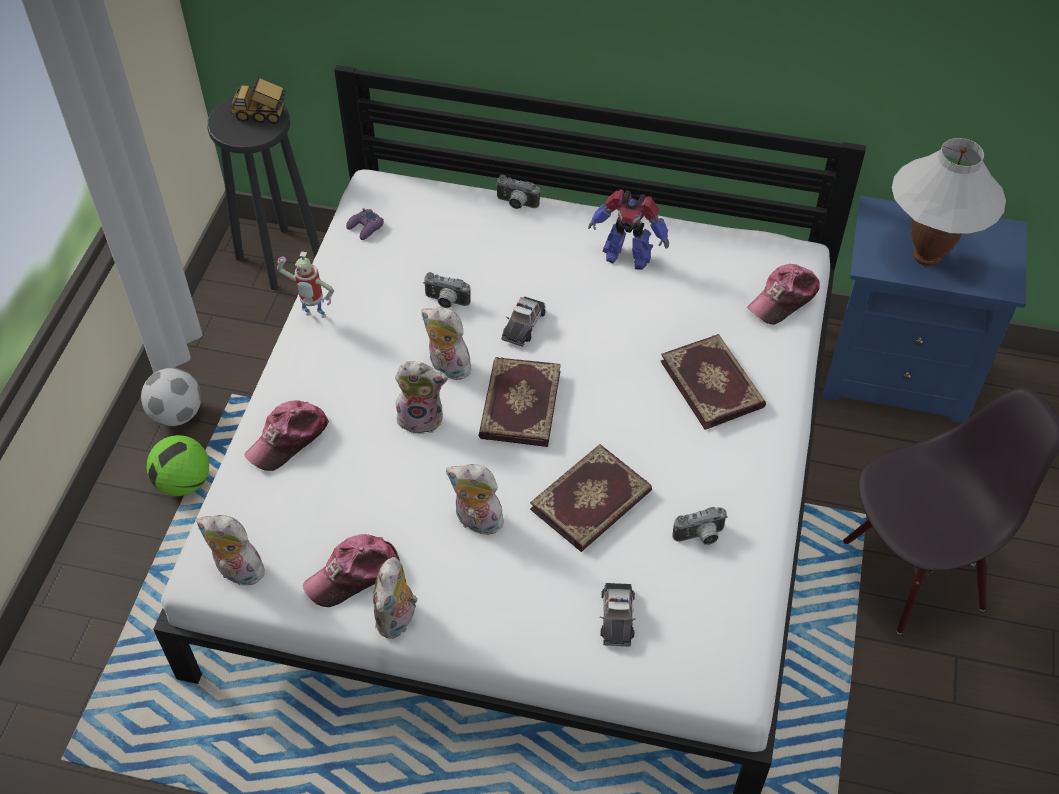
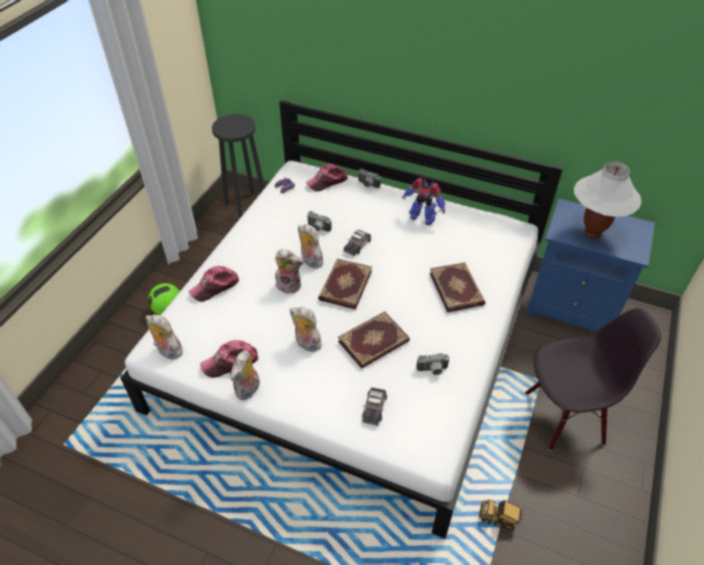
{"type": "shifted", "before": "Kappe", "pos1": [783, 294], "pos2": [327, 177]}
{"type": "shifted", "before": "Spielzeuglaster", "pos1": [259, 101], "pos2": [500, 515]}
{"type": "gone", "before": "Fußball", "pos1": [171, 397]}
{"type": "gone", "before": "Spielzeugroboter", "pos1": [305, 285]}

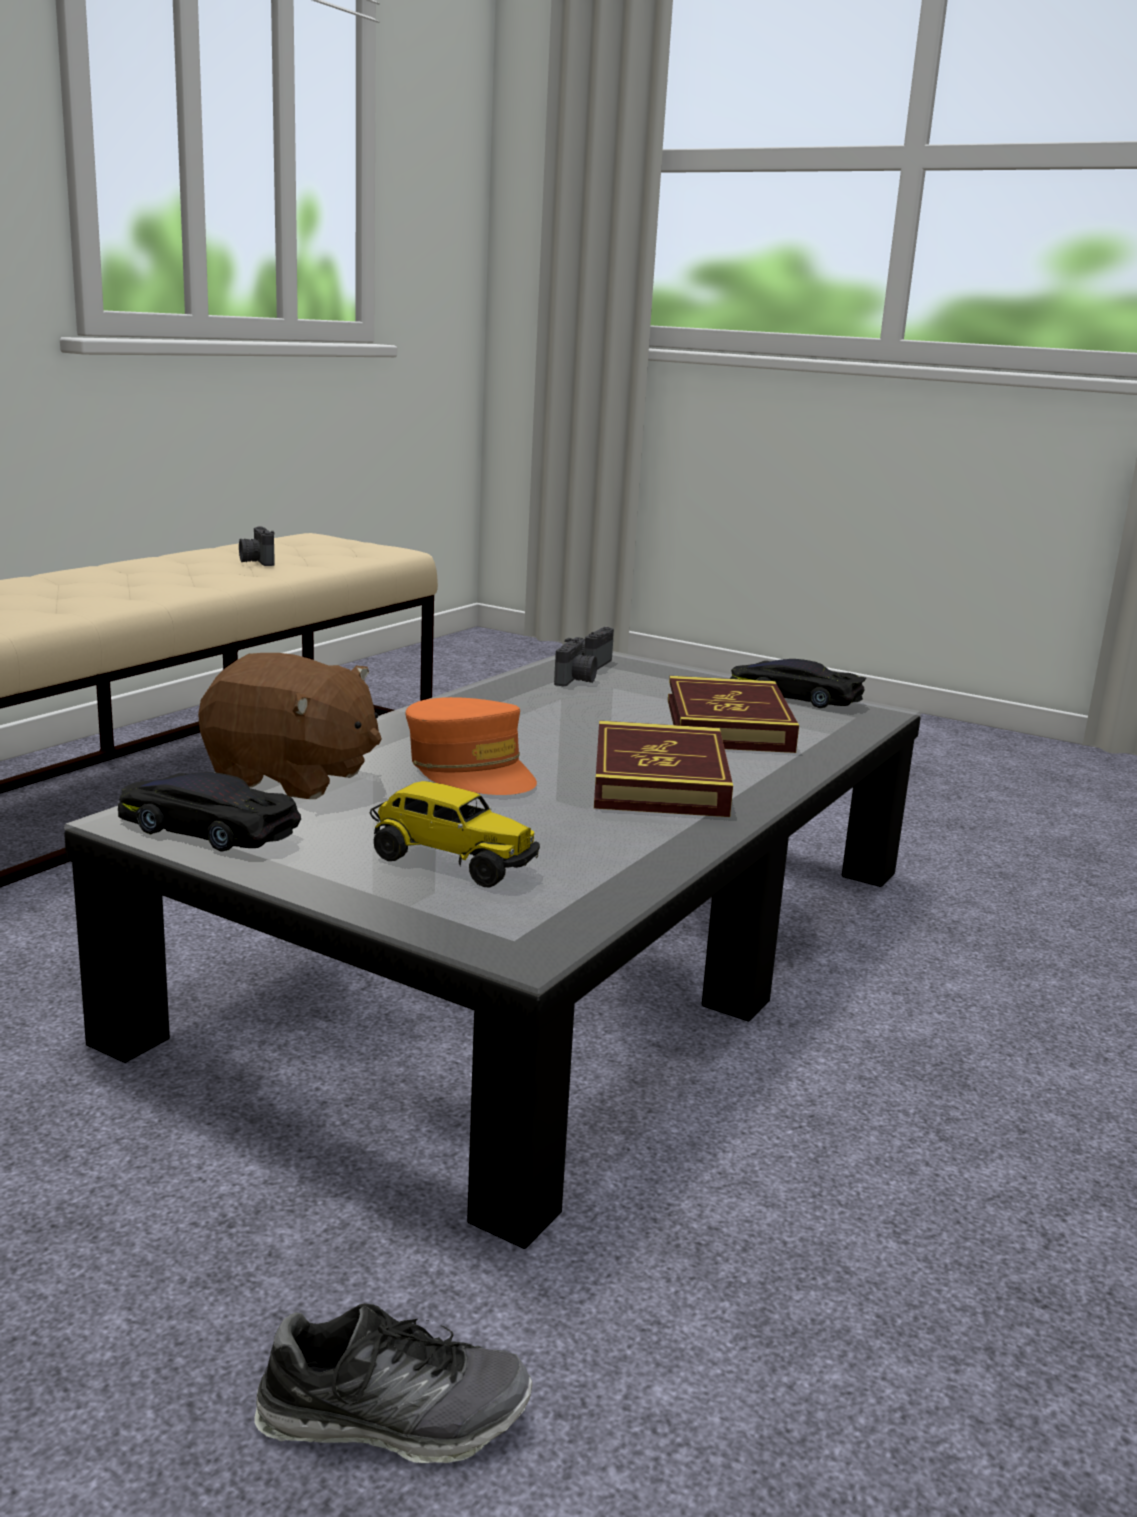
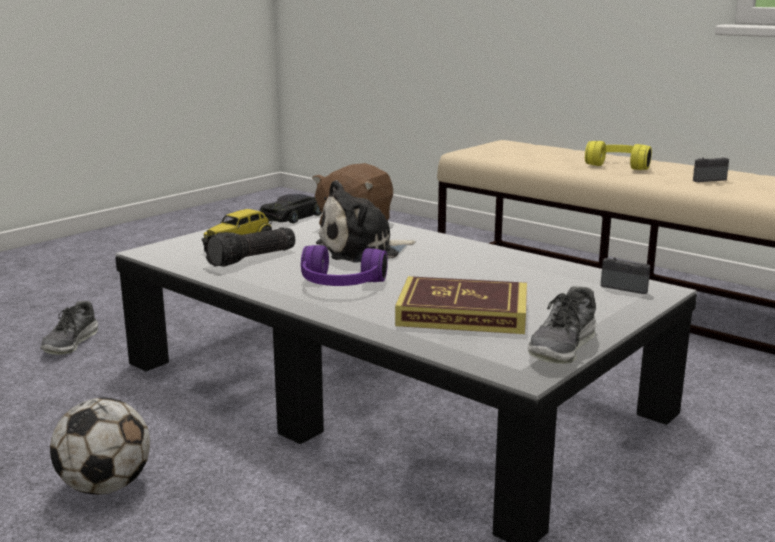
{"type": "new", "after": "Fußball", "pos2": [100, 446]}
{"type": "new", "after": "Taschenlampe", "pos2": [249, 247]}
{"type": "swapped", "before": "Buch", "after": "Kopfhörer [lila]", "pos1": [663, 769], "pos2": [344, 265]}
{"type": "swapped", "before": "Kappe [orange]", "after": "Plüschtier", "pos1": [471, 746], "pos2": [366, 221]}
{"type": "swapped", "before": "Spielzeugauto [schwarz]", "after": "Schuh", "pos1": [798, 683], "pos2": [562, 325]}
{"type": "new", "after": "Kopfhörer [gelb]", "pos2": [618, 155]}
{"type": "gone", "before": "Kamera", "pos1": [575, 662]}

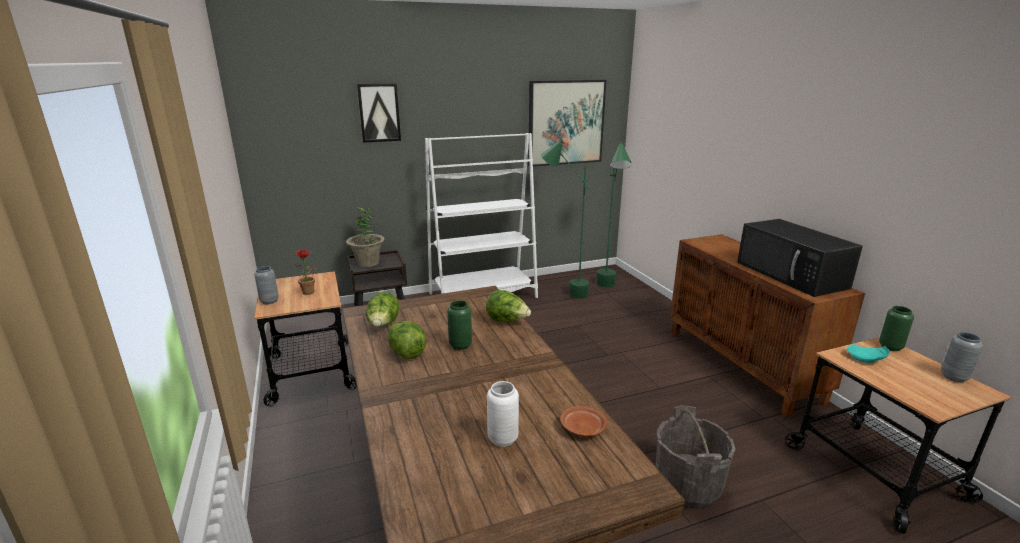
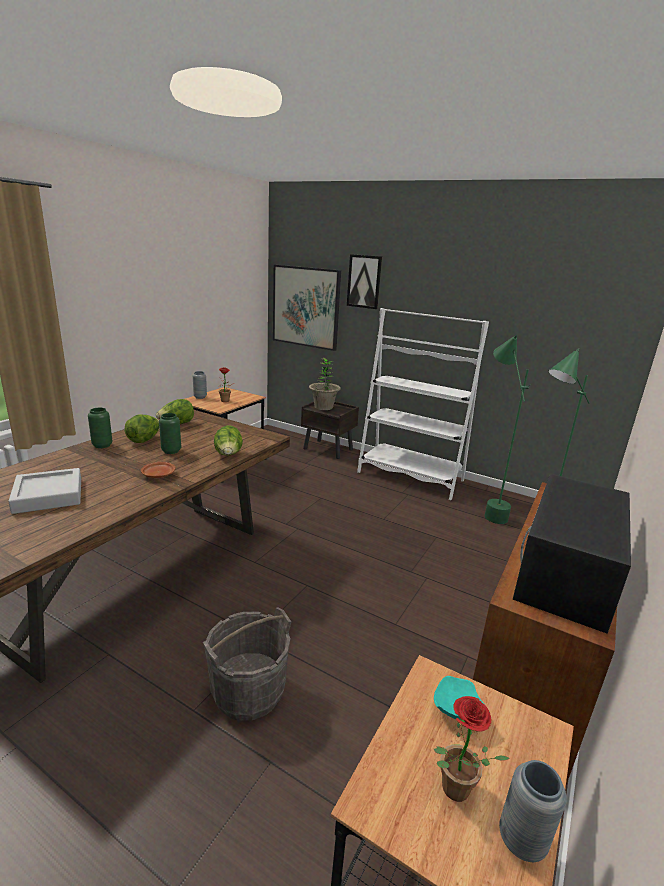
{"type": "swapped", "before": "Vase [weiß]", "after": "Tablett [grau]", "pos1": [503, 414], "pos2": [44, 491]}
{"type": "shifted", "before": "Vase [grün]", "pos1": [896, 328], "pos2": [100, 428]}
{"type": "shifted", "before": "Teller [braun]", "pos1": [583, 421], "pos2": [158, 470]}
{"type": "shifted", "before": "Bild", "pos1": [567, 123], "pos2": [307, 308]}
{"type": "new", "after": "Topfpflanze", "pos2": [472, 749]}

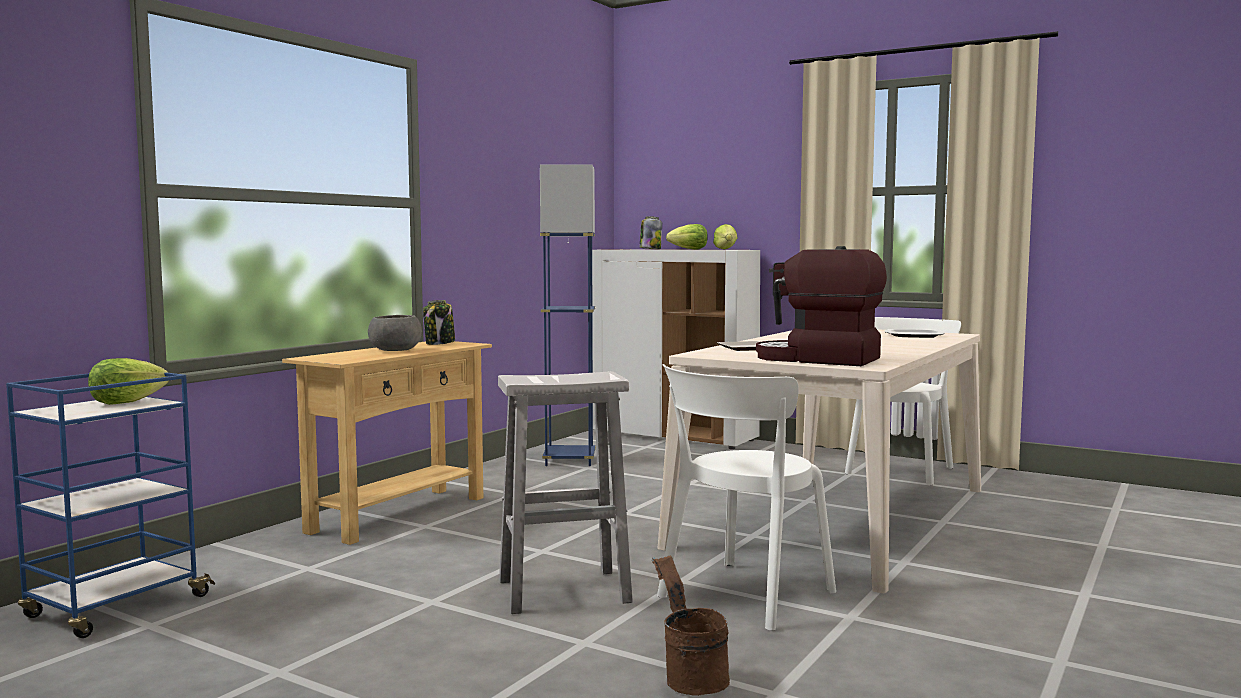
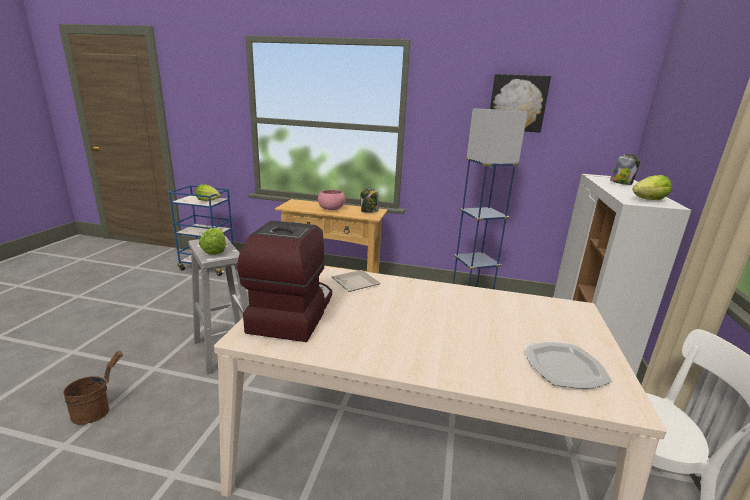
{"type": "shifted", "before": "Salatkopf", "pos1": [687, 237], "pos2": [212, 241]}
{"type": "repainted", "before": "Schüssel [grau]", "after": "Schüssel [rosa]", "pos1": [395, 333], "pos2": [331, 200]}
{"type": "new", "after": "Bild", "pos2": [520, 103]}
{"type": "gone", "before": "Stuhl [weiß]", "pos1": [746, 497]}

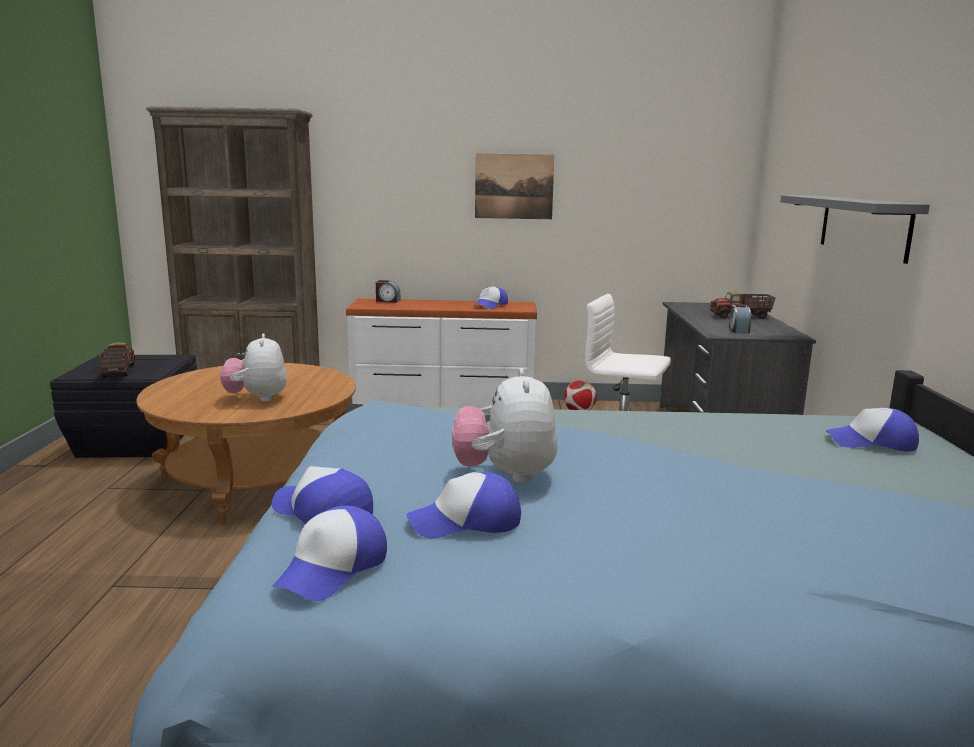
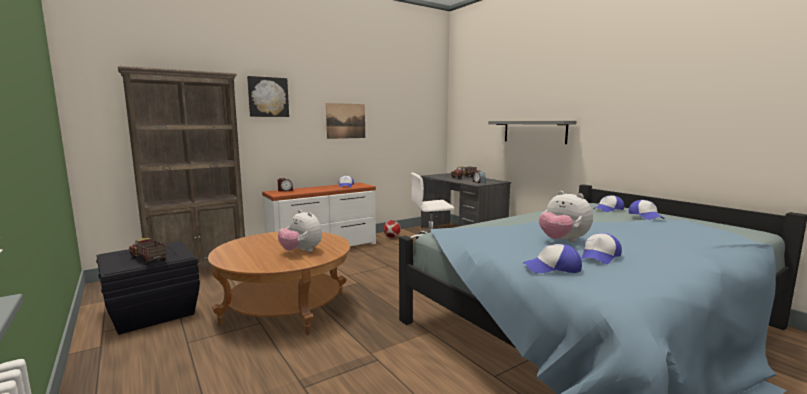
{"type": "new", "after": "Bild", "pos2": [268, 96]}
{"type": "shifted", "before": "Kappe", "pos1": [329, 553], "pos2": [647, 210]}

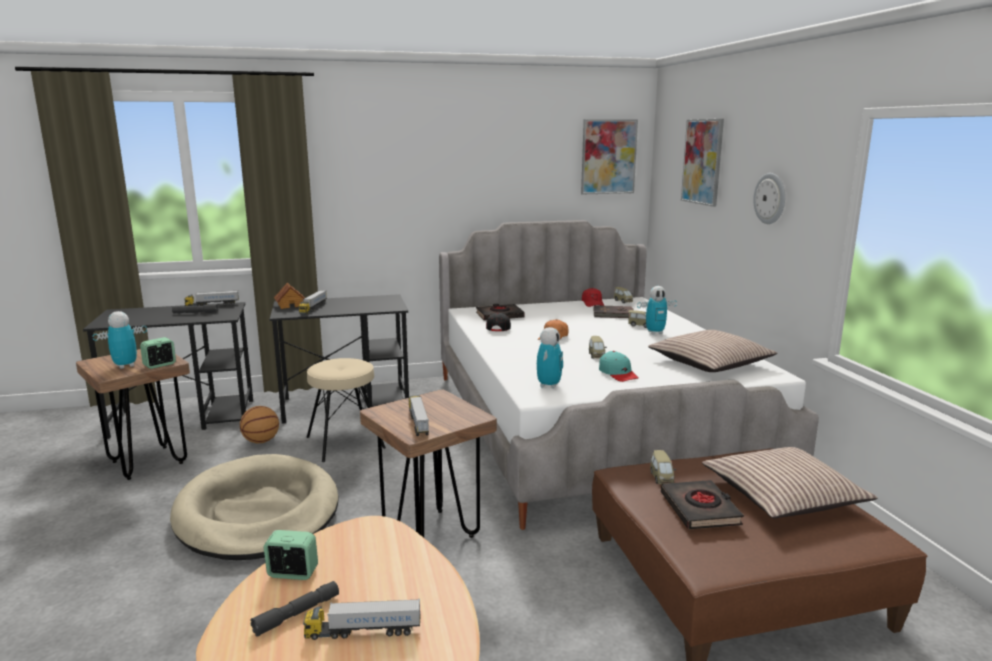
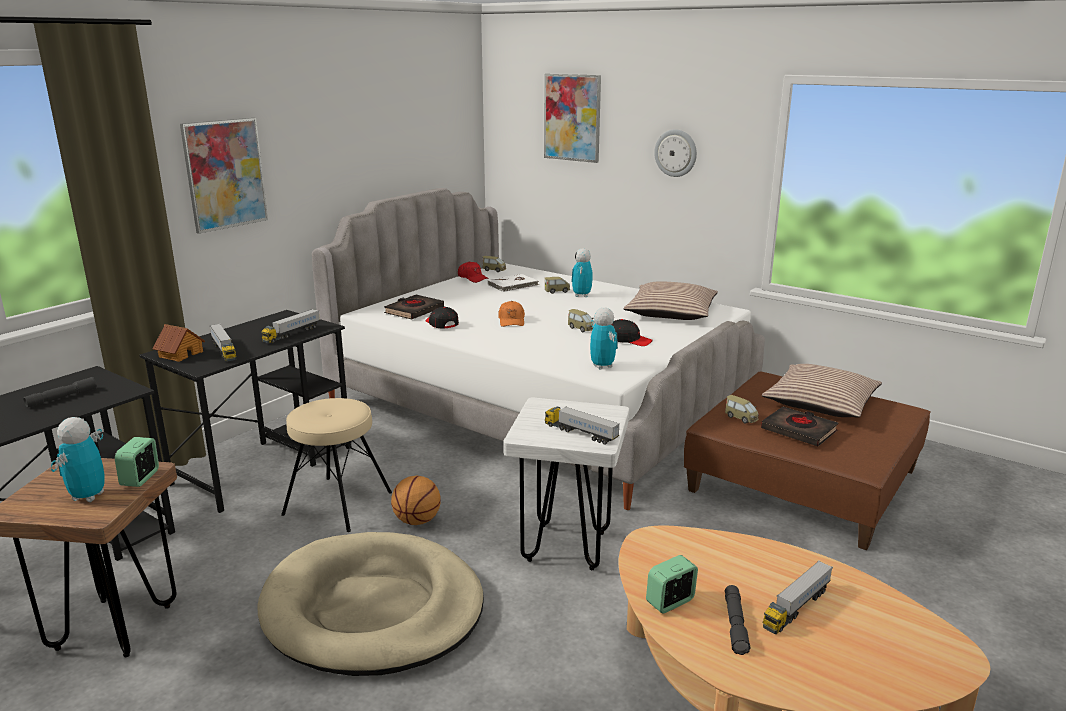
{"type": "shifted", "before": "Bild", "pos1": [609, 156], "pos2": [224, 176]}
{"type": "shifted", "before": "Spielzeuglaster", "pos1": [211, 298], "pos2": [290, 326]}
{"type": "shifted", "before": "Basketball", "pos1": [259, 424], "pos2": [416, 500]}
{"type": "repainted", "before": "Buch [braun]", "after": "Buch [weiß]", "pos1": [614, 311], "pos2": [514, 283]}
{"type": "repainted", "before": "Hocker [braun]", "after": "Hocker [weiß]", "pos1": [428, 463], "pos2": [566, 484]}
{"type": "rotated", "before": "Spielzeugroboter", "pos1": [657, 310], "pos2": [582, 272], "turn": 150}
{"type": "repainted", "before": "Kappe [türkis]", "after": "Kappe [schwarz]", "pos1": [619, 366], "pos2": [632, 332]}

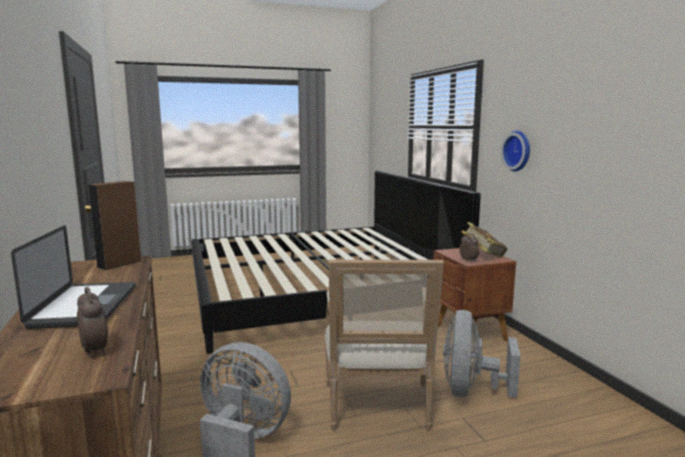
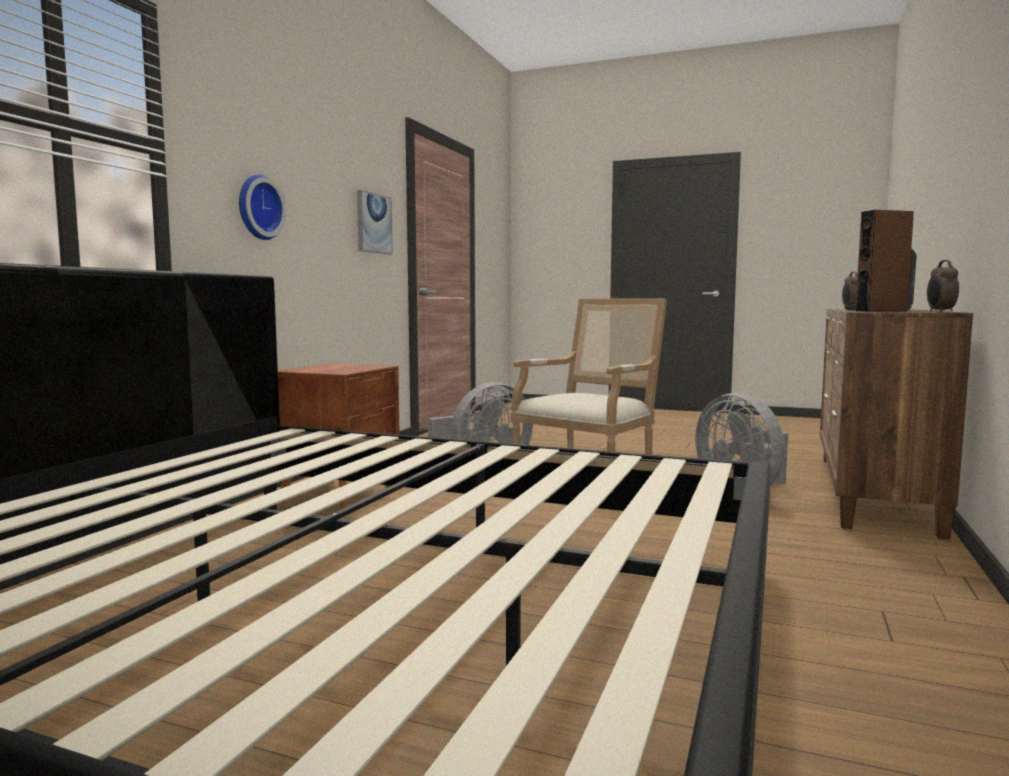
{"type": "new", "after": "Bild", "pos2": [375, 222]}
{"type": "shifted", "before": "Wecker", "pos1": [469, 247], "pos2": [943, 286]}
{"type": "gone", "before": "Buch", "pos1": [484, 239]}

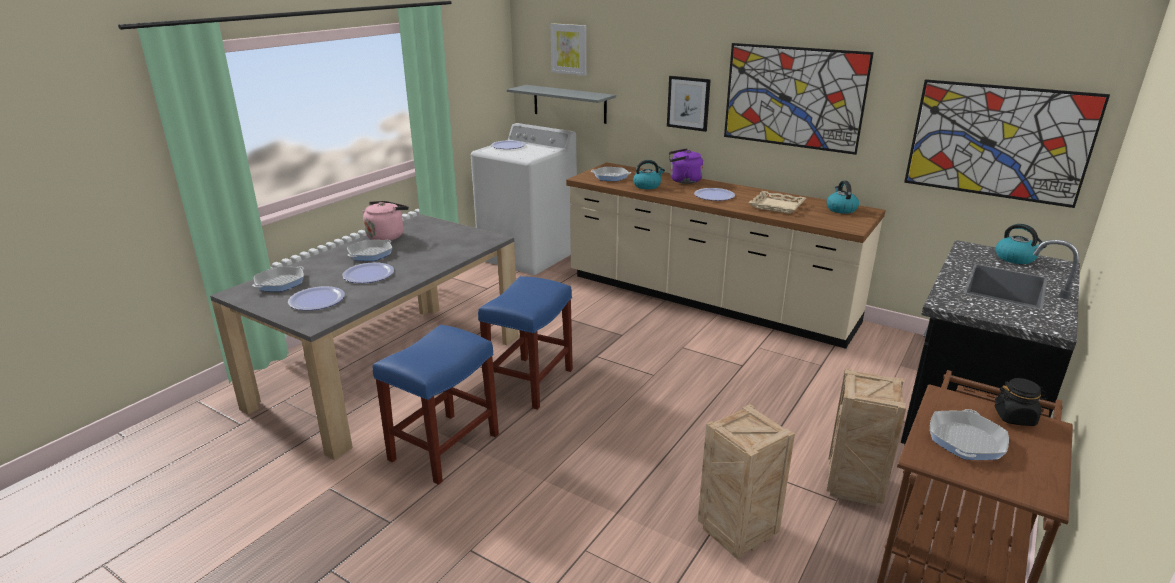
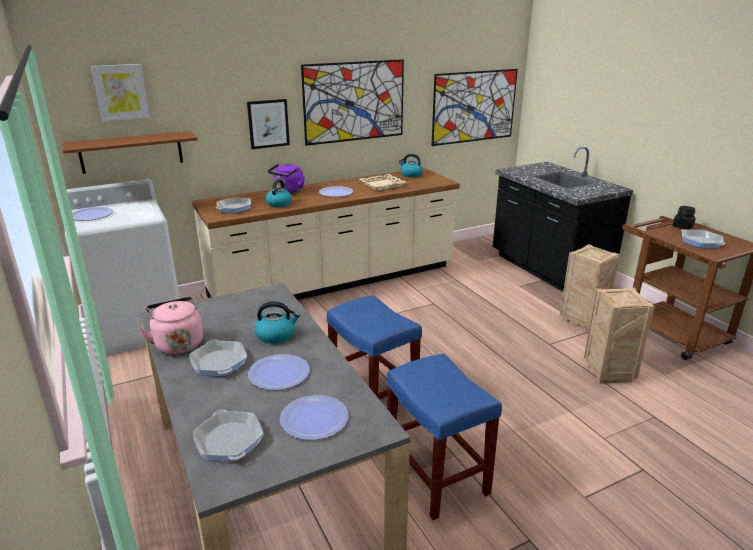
{"type": "repainted", "before": "Wandregal [grau]", "after": "Wandregal [braun]", "pos1": [561, 104], "pos2": [130, 152]}
{"type": "shifted", "before": "Wasserkessel", "pos1": [1021, 244], "pos2": [277, 322]}

